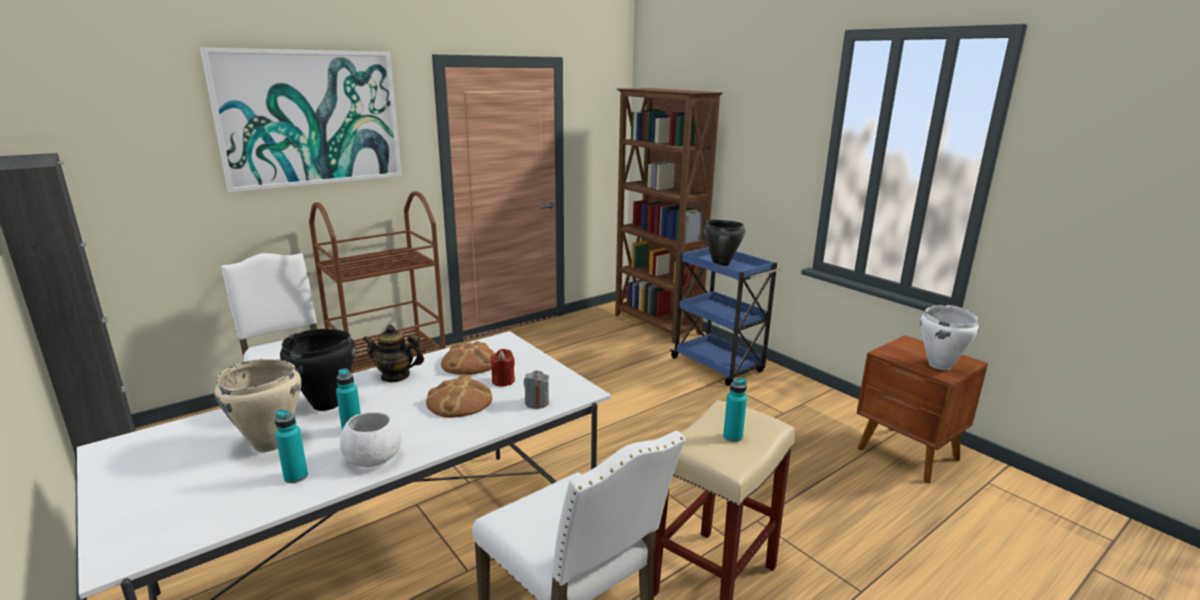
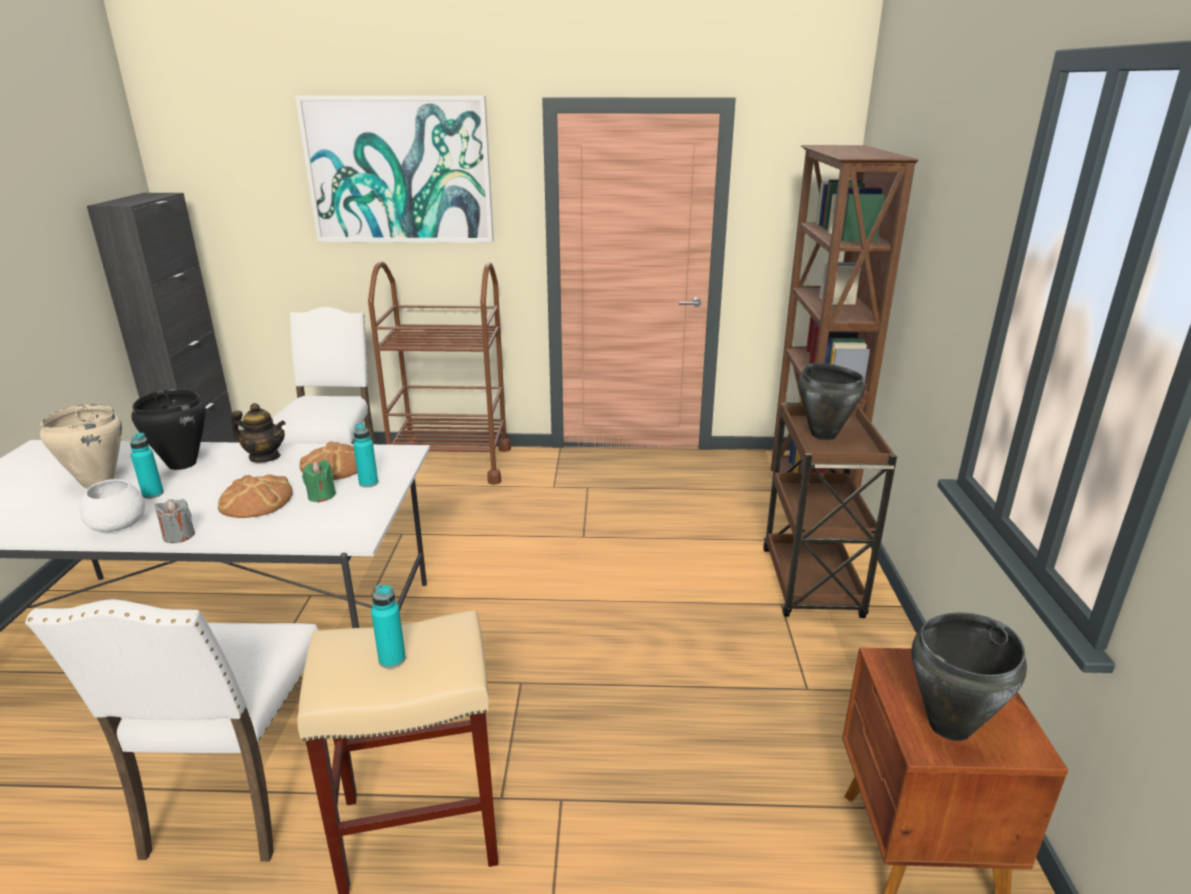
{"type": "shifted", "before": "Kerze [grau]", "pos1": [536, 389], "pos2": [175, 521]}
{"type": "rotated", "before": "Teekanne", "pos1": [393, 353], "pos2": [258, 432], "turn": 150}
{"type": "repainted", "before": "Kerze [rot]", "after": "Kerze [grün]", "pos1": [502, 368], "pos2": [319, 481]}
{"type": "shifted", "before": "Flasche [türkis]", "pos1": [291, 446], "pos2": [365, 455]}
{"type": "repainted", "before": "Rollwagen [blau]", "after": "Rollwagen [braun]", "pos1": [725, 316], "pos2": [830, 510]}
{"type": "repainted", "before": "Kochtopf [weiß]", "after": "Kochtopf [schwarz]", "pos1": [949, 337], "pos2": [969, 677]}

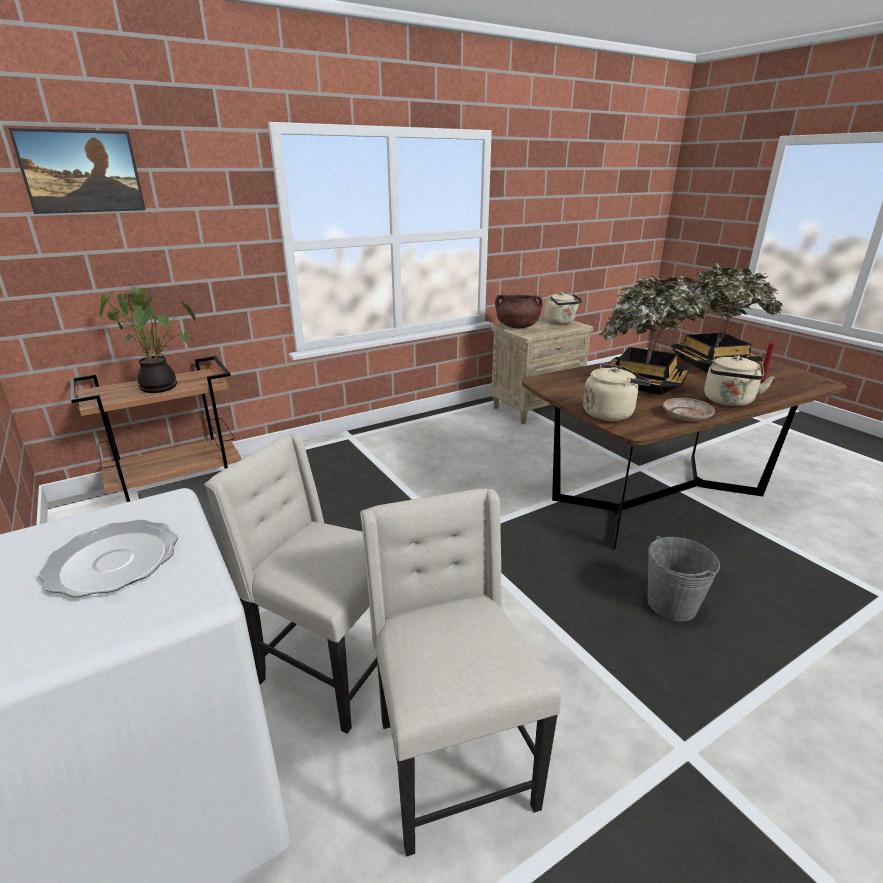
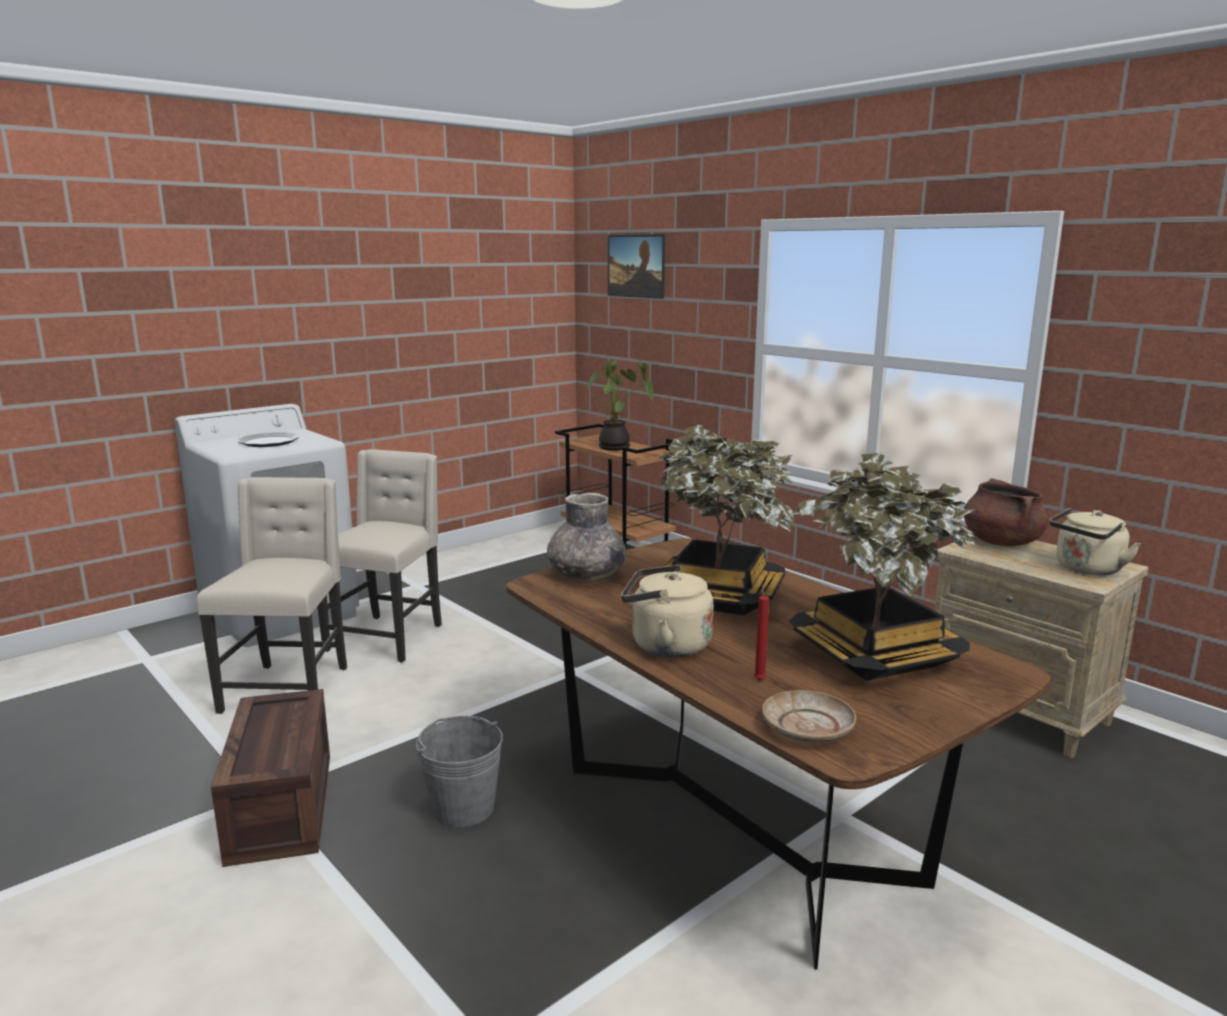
{"type": "rotated", "before": "Stuhl [beige]", "pos1": [461, 672], "pos2": [271, 595], "turn": -60}
{"type": "new", "after": "Kiste", "pos2": [270, 778]}
{"type": "swapped", "before": "Wasserkessel [beige]", "after": "Vase [grau]", "pos1": [617, 392], "pos2": [586, 536]}
{"type": "shifted", "before": "Teller [beige]", "pos1": [689, 409], "pos2": [809, 716]}

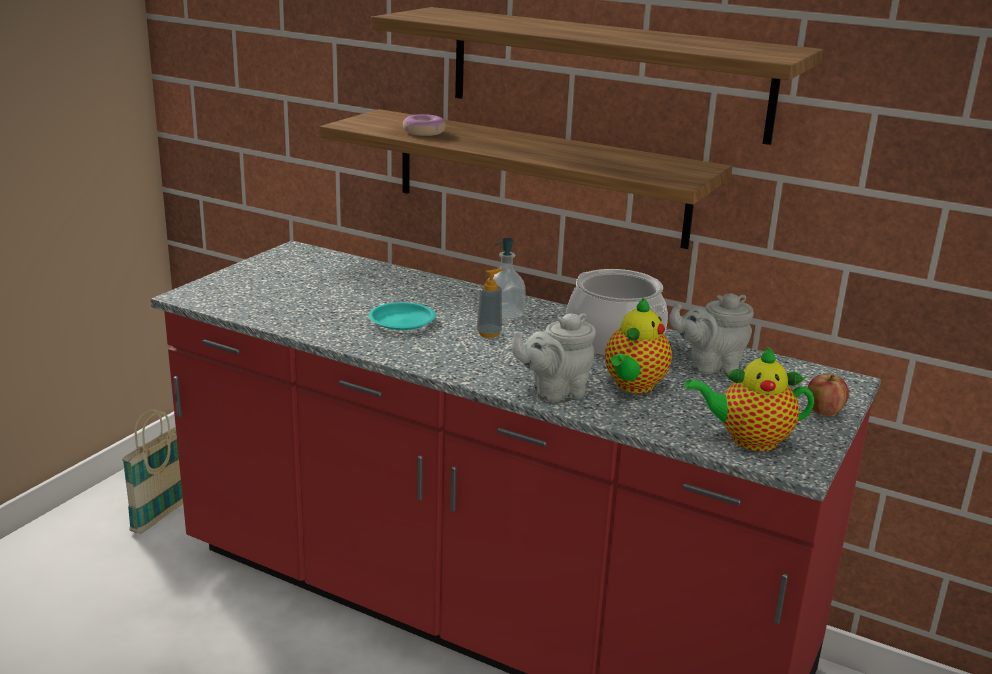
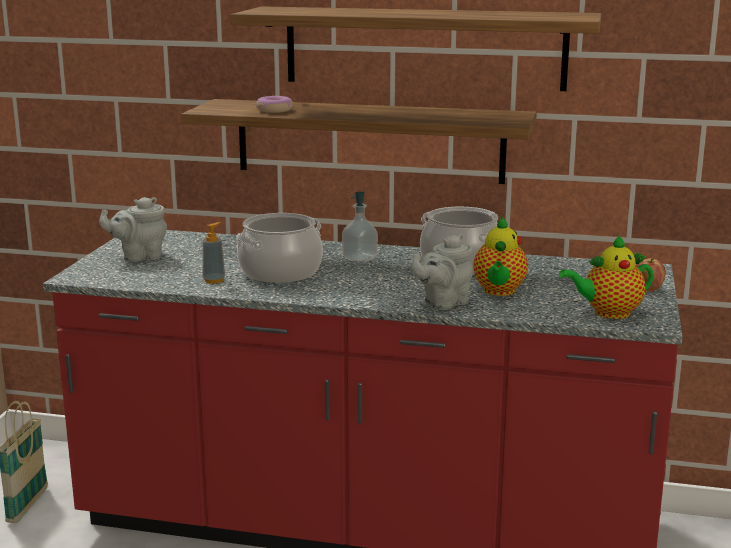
{"type": "shifted", "before": "Teekanne [grau]", "pos1": [711, 333], "pos2": [133, 229]}
{"type": "shifted", "before": "Seifenspender", "pos1": [490, 303], "pos2": [214, 253]}
{"type": "swapped", "before": "Teller [türkis]", "after": "Kochtopf", "pos1": [402, 316], "pos2": [279, 248]}

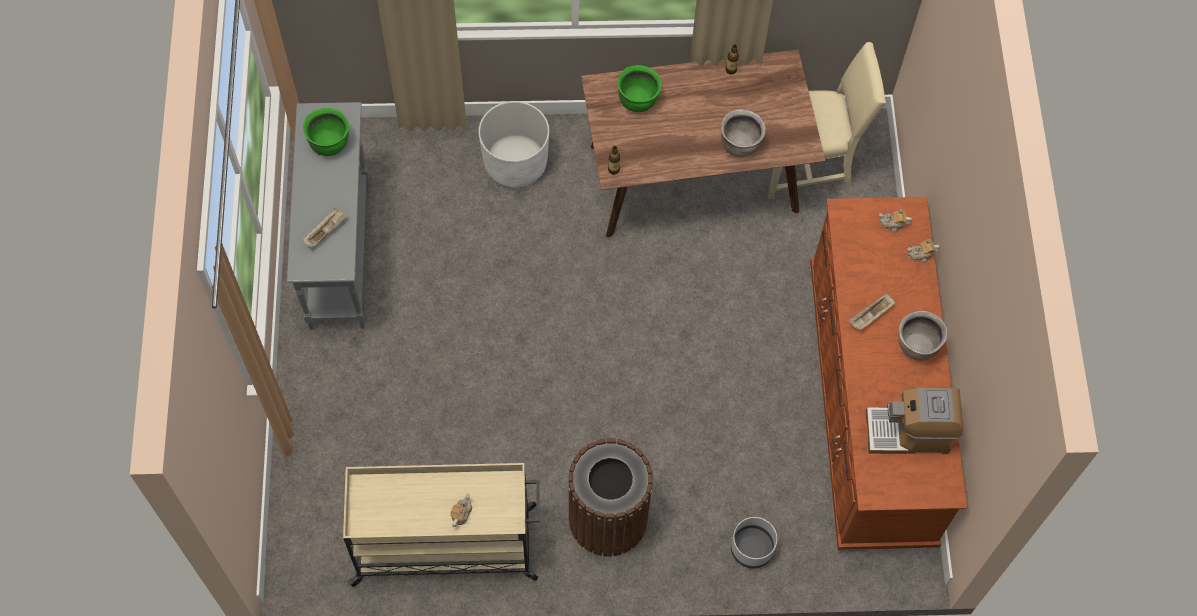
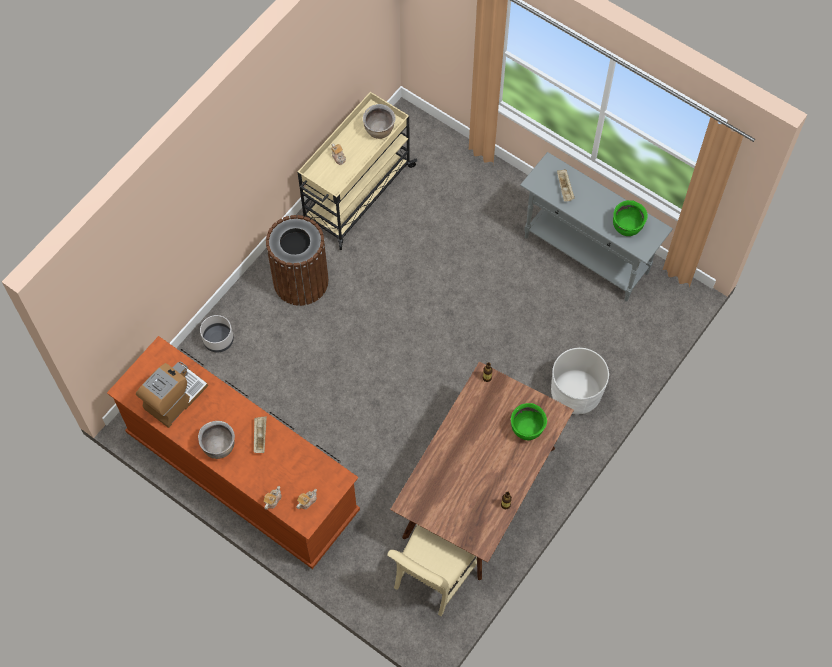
{"type": "shifted", "before": "Kochtopf [braun]", "pos1": [743, 133], "pos2": [379, 121]}

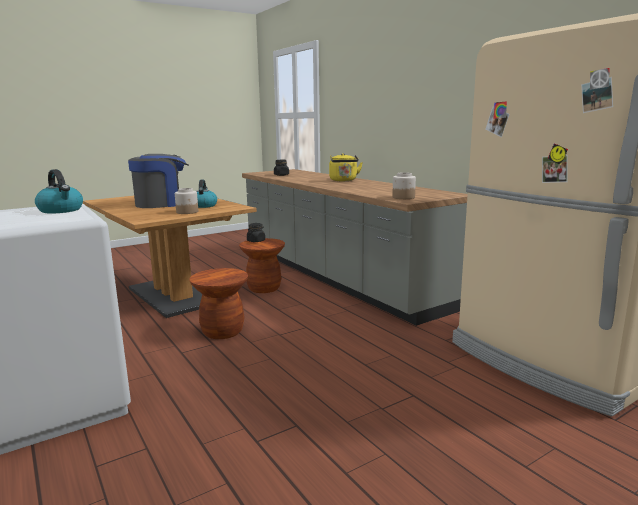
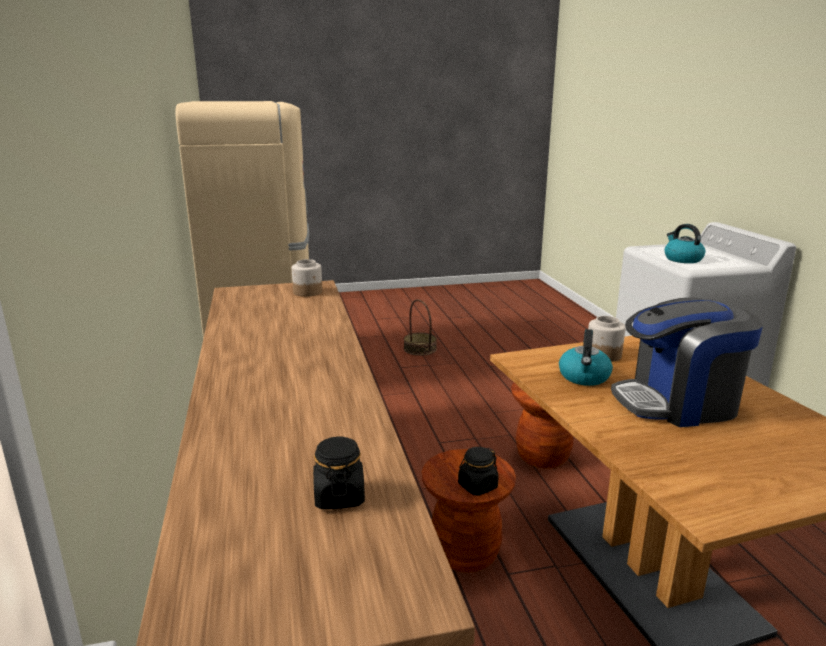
{"type": "new", "after": "Korb", "pos2": [420, 327]}
{"type": "gone", "before": "Wasserkessel [gelb]", "pos1": [346, 167]}

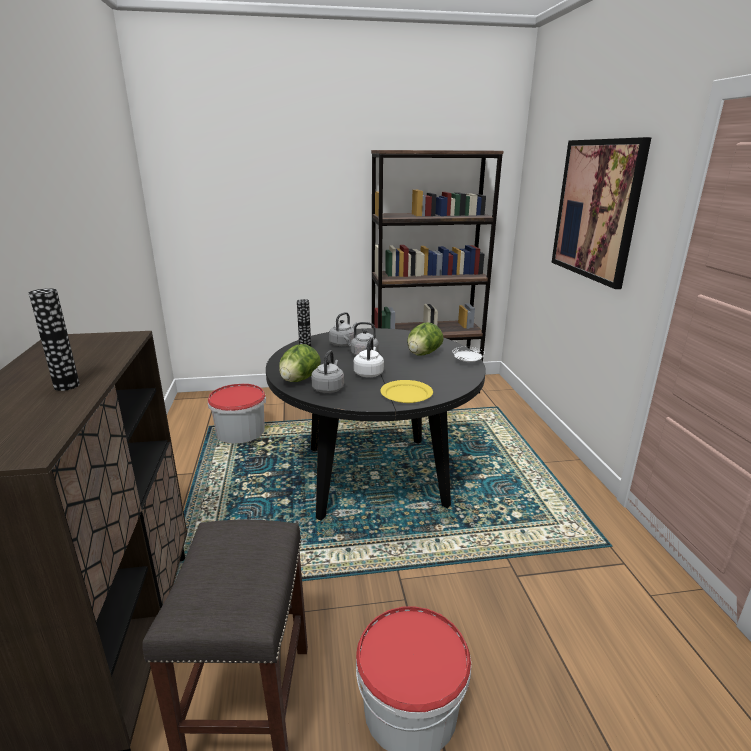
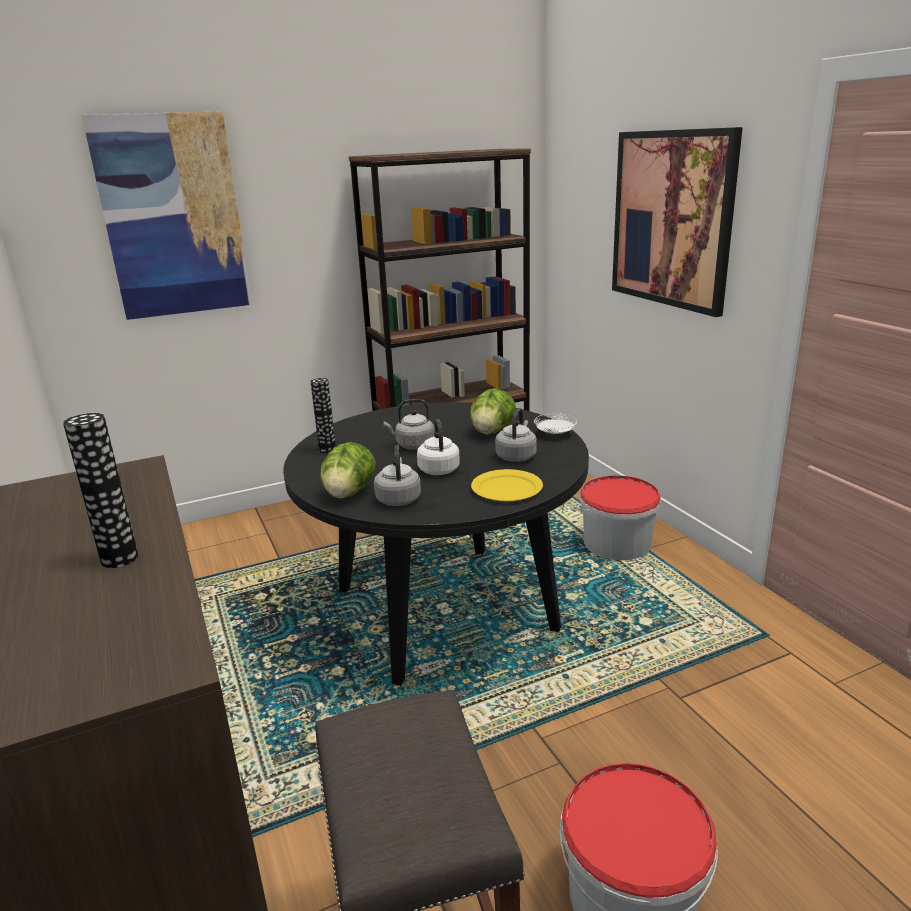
{"type": "new", "after": "Bild", "pos2": [167, 215]}
{"type": "shifted", "before": "Wasserkessel [grau]", "pos1": [343, 329], "pos2": [516, 435]}
{"type": "shifted", "before": "Eimer", "pos1": [237, 413], "pos2": [620, 517]}

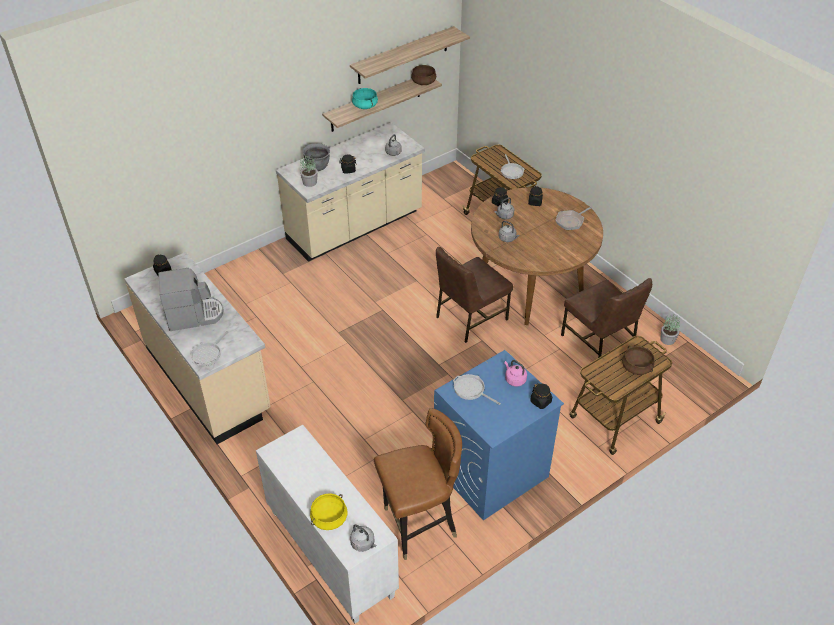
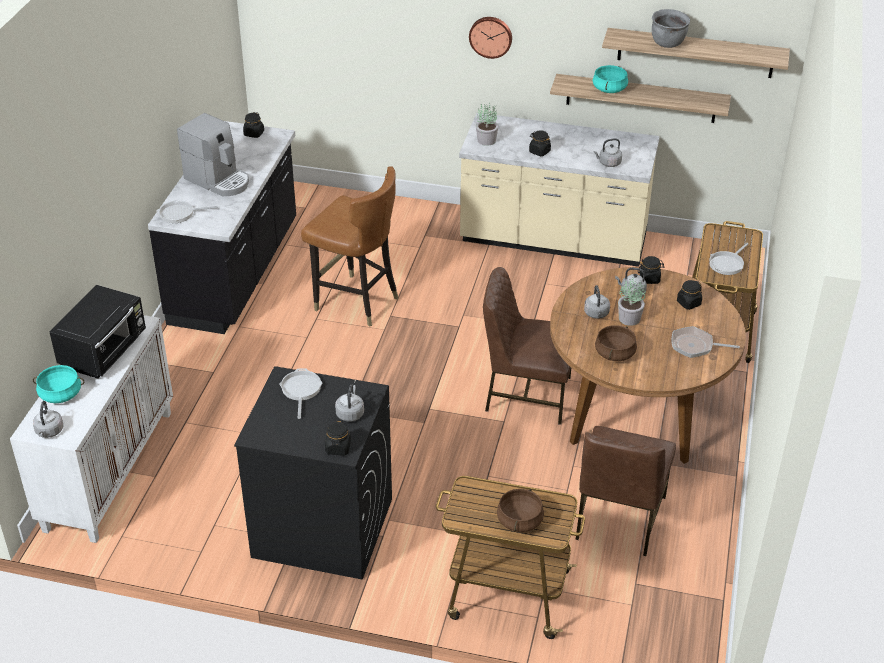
{"type": "repainted", "before": "Kochtopf [gelb]", "after": "Kochtopf [türkis]", "pos1": [328, 511], "pos2": [58, 384]}
{"type": "new", "after": "Mikrowelle [schwarz]", "pos2": [98, 331]}
{"type": "repainted", "before": "Küchenzeile [beige]", "after": "Küchenzeile [schwarz]", "pos1": [197, 348], "pos2": [222, 227]}
{"type": "repainted", "before": "Waschmaschine [blau]", "after": "Waschmaschine [schwarz]", "pos1": [499, 435], "pos2": [313, 473]}
{"type": "shifted", "before": "Stuhl [braun]", "pos1": [418, 484], "pos2": [349, 246]}
{"type": "repainted", "before": "Wasserkessel [rosa]", "after": "Wasserkessel [grau]", "pos1": [515, 373], "pos2": [349, 403]}
{"type": "new", "after": "Wanduhr", "pos2": [490, 38]}
{"type": "shifted", "before": "Kochtopf [braun]", "pos1": [423, 75], "pos2": [616, 343]}
{"type": "shifted", "before": "Topfpflanze", "pos1": [670, 330], "pos2": [632, 302]}
{"type": "shifted", "before": "Kochtopf [grau]", "pos1": [316, 157], "pos2": [671, 28]}

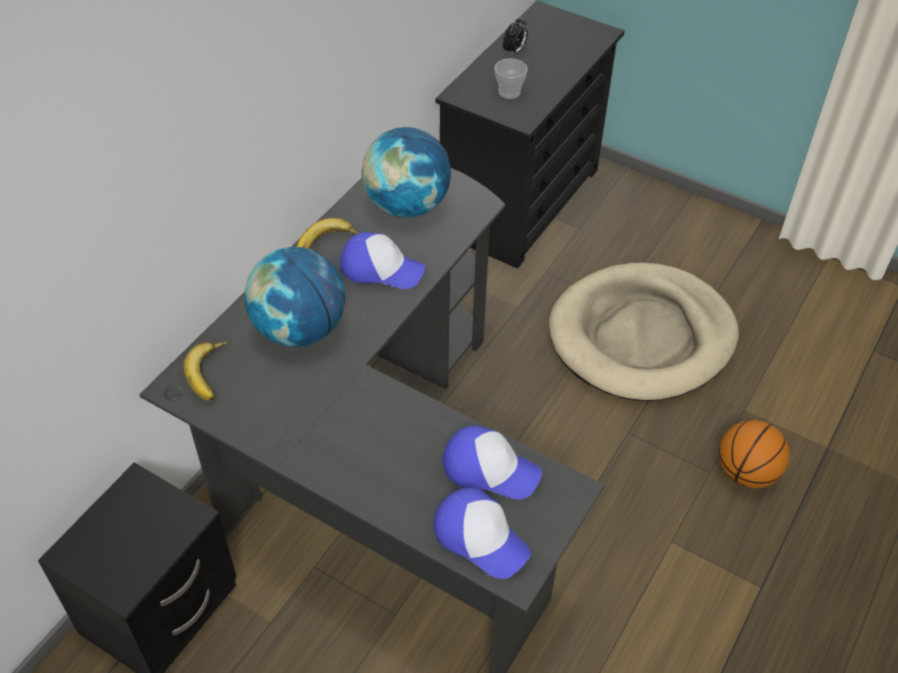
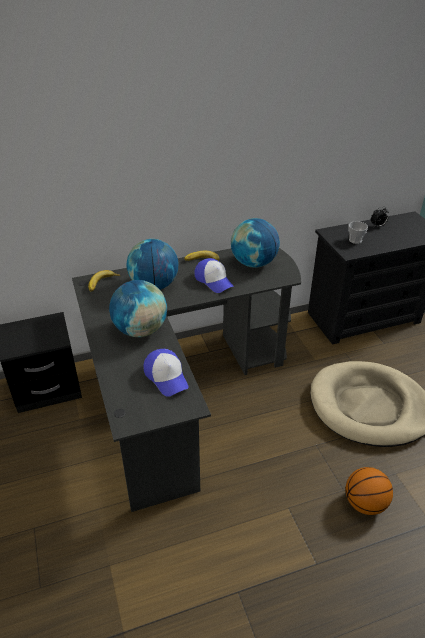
{"type": "new", "after": "Globus", "pos2": [138, 308]}
{"type": "gone", "before": "Kappe", "pos1": [482, 533]}

